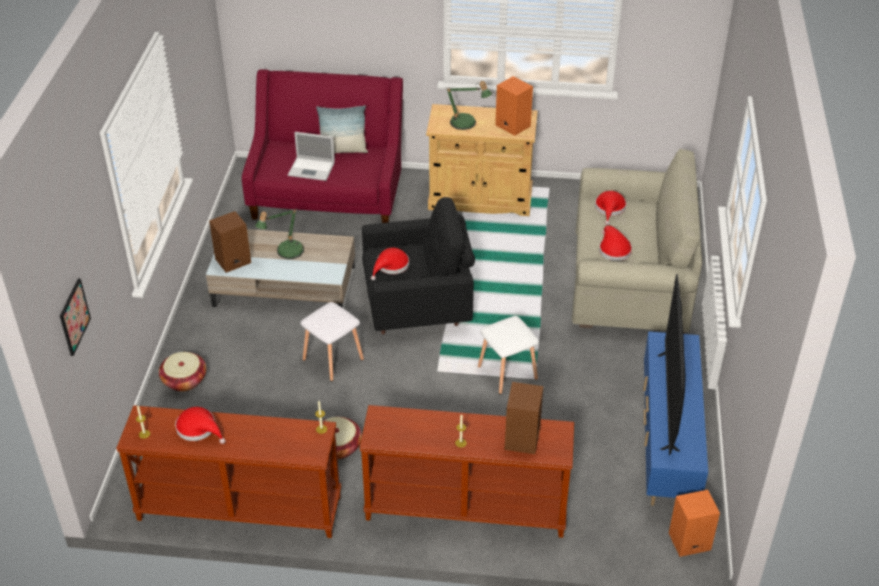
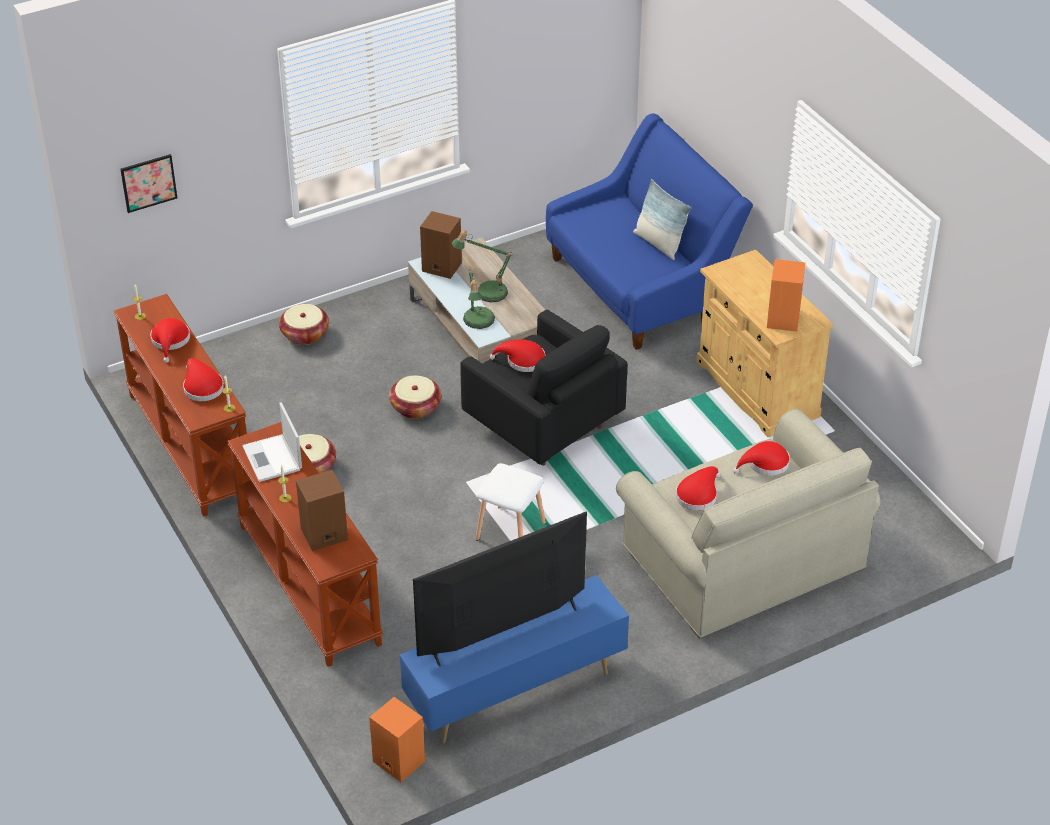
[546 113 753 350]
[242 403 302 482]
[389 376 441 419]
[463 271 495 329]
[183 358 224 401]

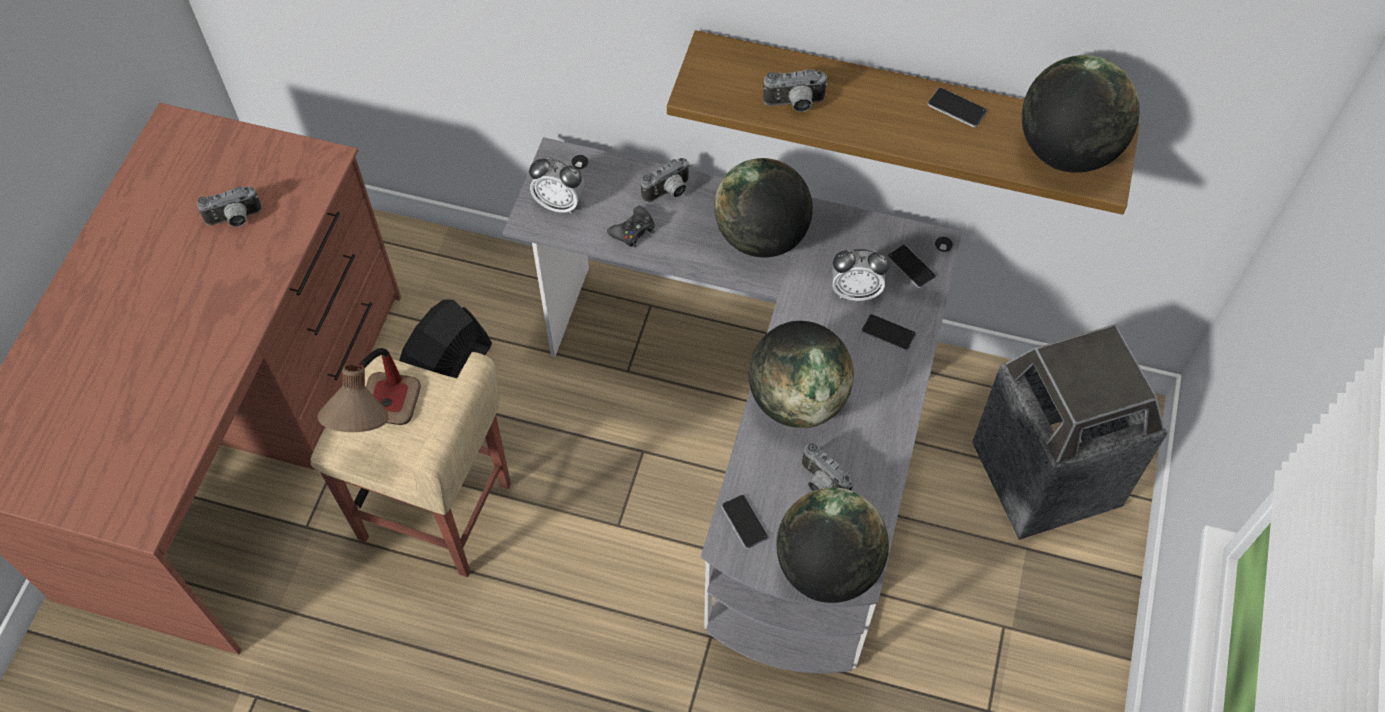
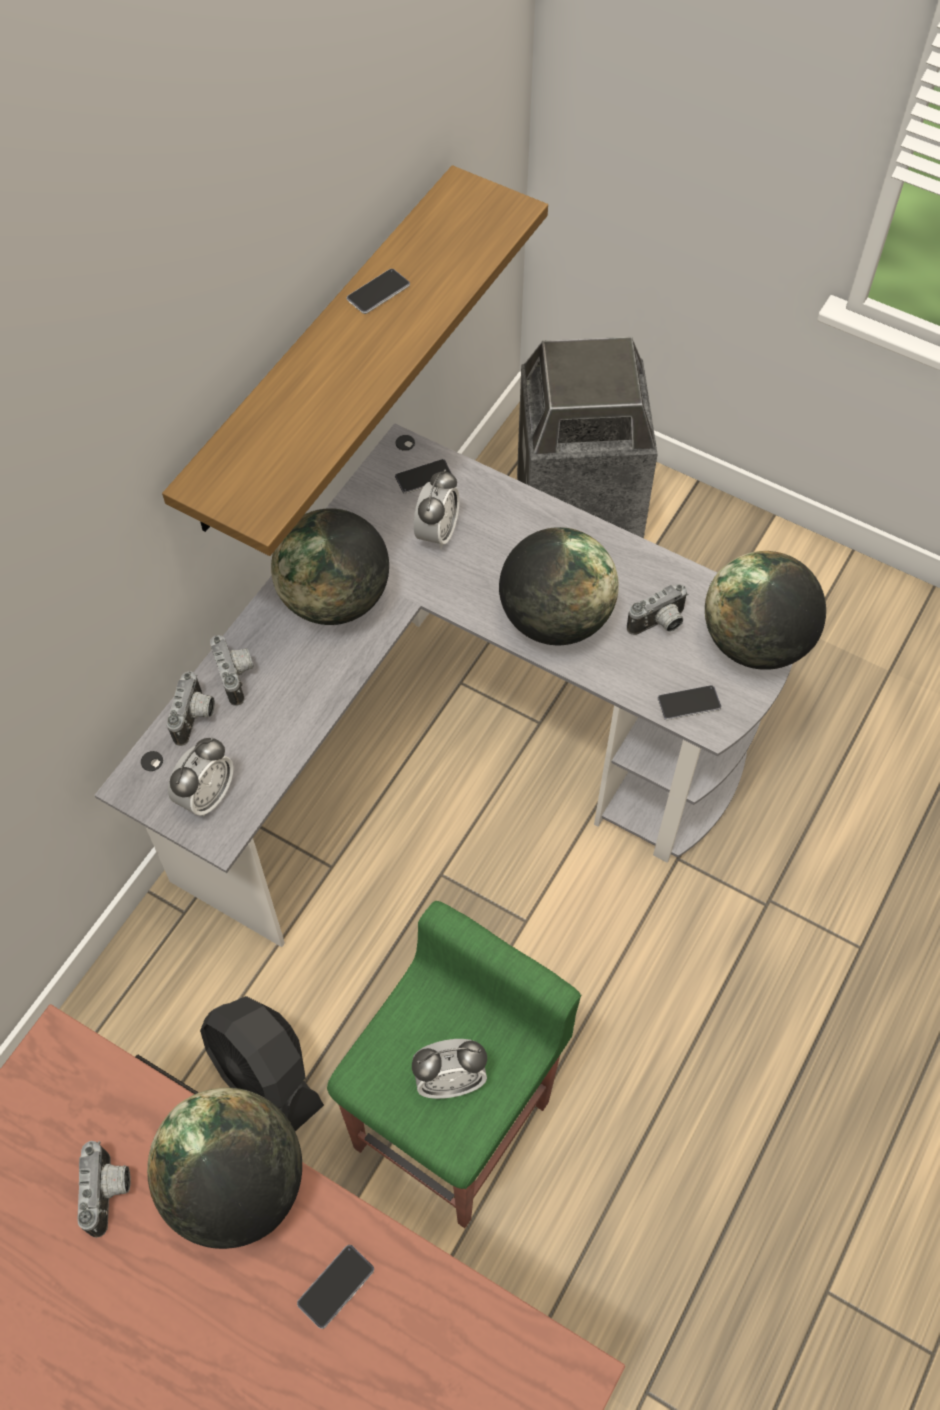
[327 901 581 1228]
[412 1039 487 1099]
[607 206 655 248] (first image)
[167 671 215 746]
[297 1245 374 1329]
[147 1088 302 1249]

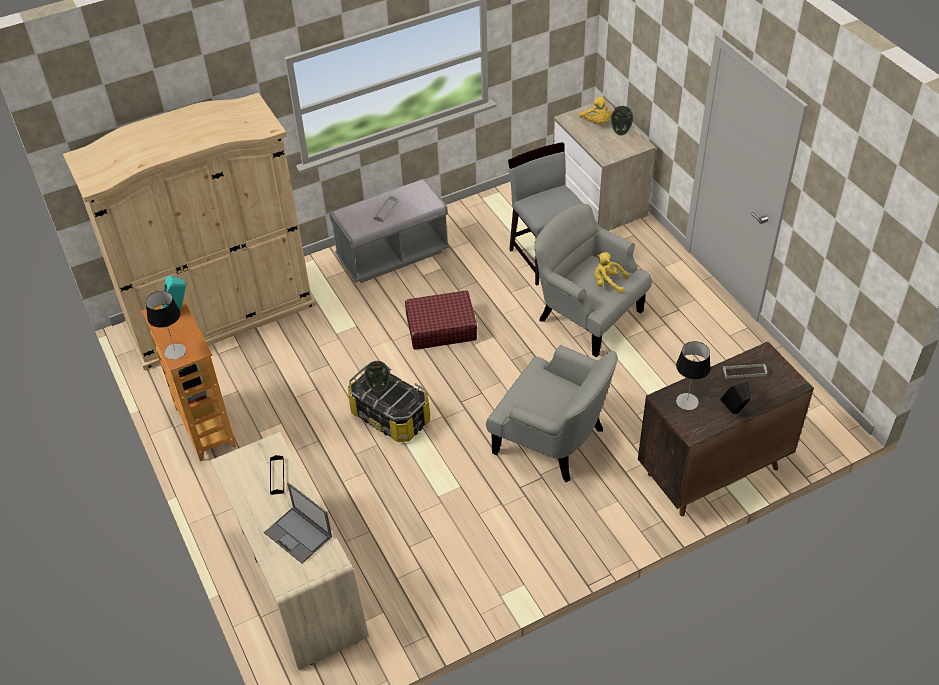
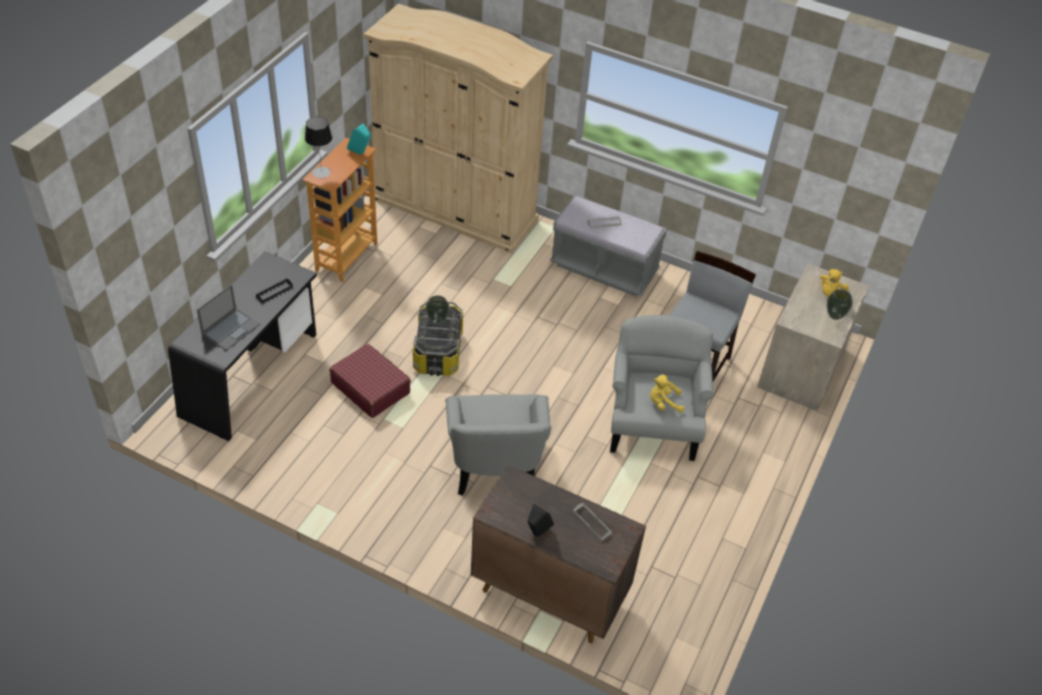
[168 251 317 441]
[197 284 260 351]
[330 344 411 418]
[650 374 684 413]
[676 341 710 410] (first image)

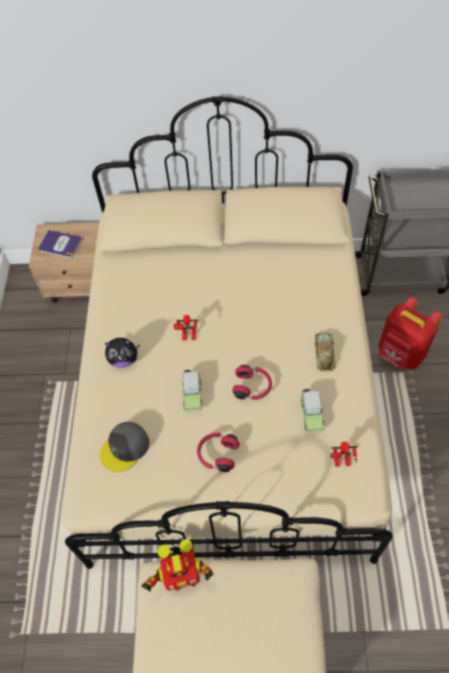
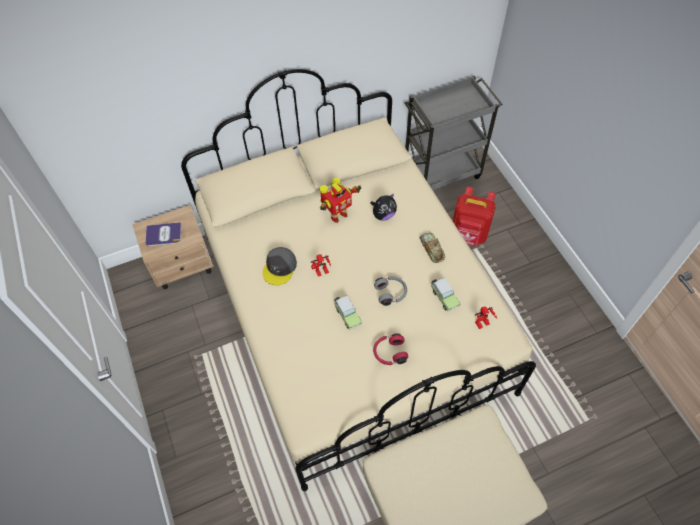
[263 247 297 285]
[370 194 397 221]
[320 178 361 223]
[374 276 407 306]

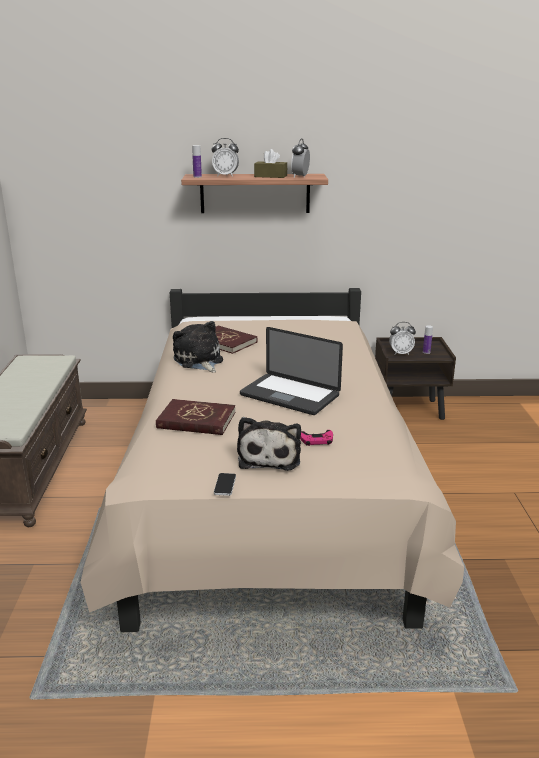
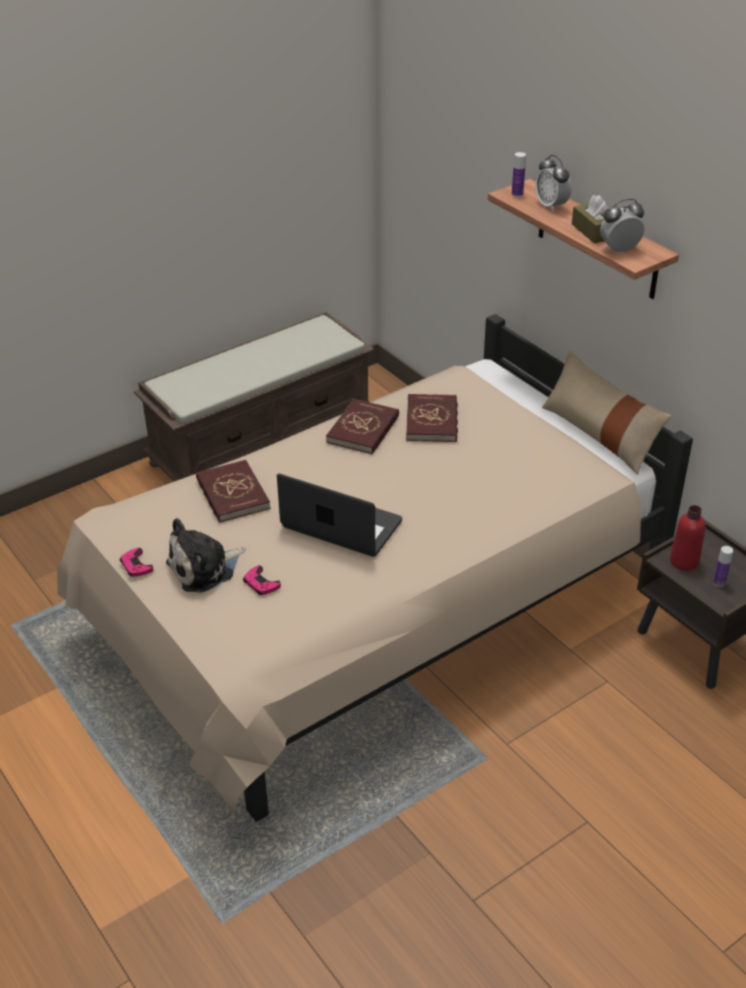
[326 399 399 454]
[120 548 153 577]
[277 474 402 557]
[670 505 706 571]
[542 351 671 475]

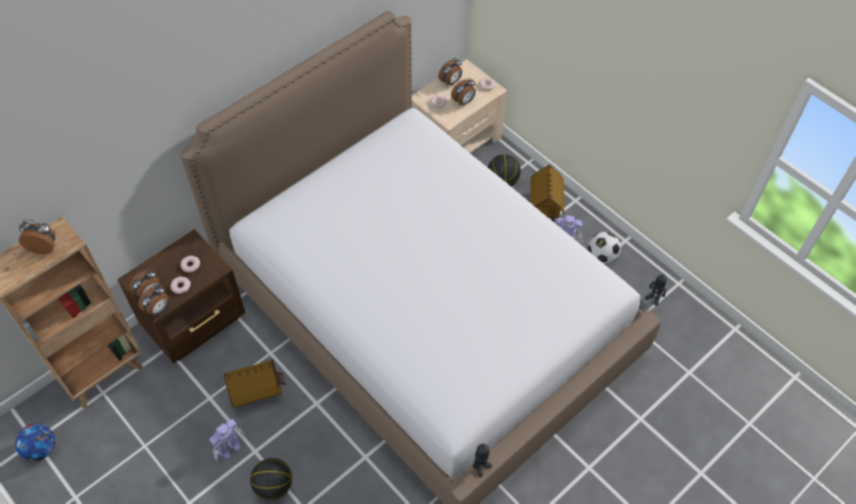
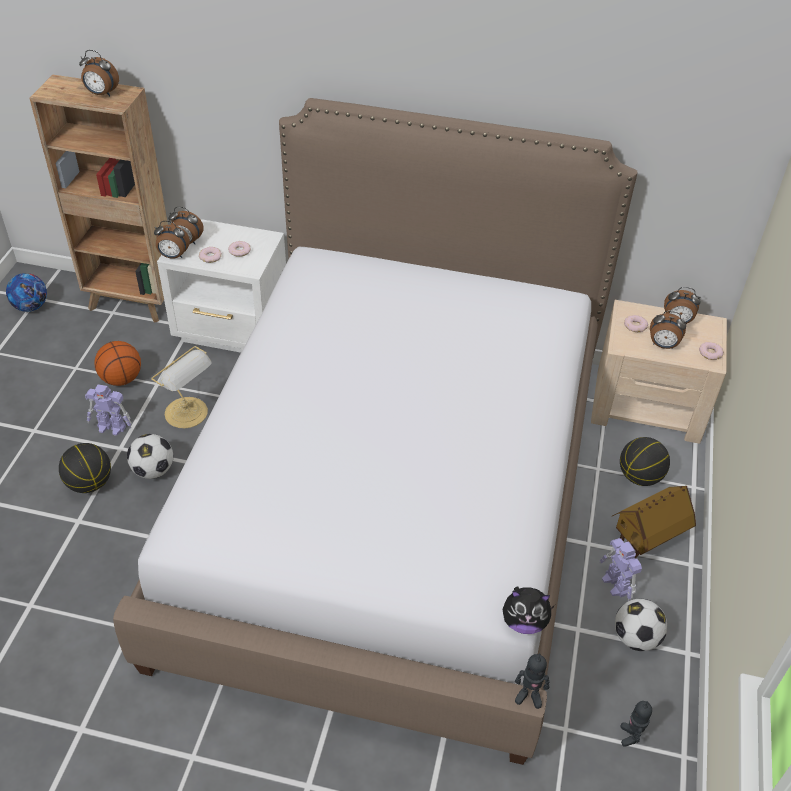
[79 50 119 96]
[157 219 286 353]
[151 346 211 428]
[515 653 550 709]
[94 341 141 386]
[127 434 174 479]
[502 586 555 634]

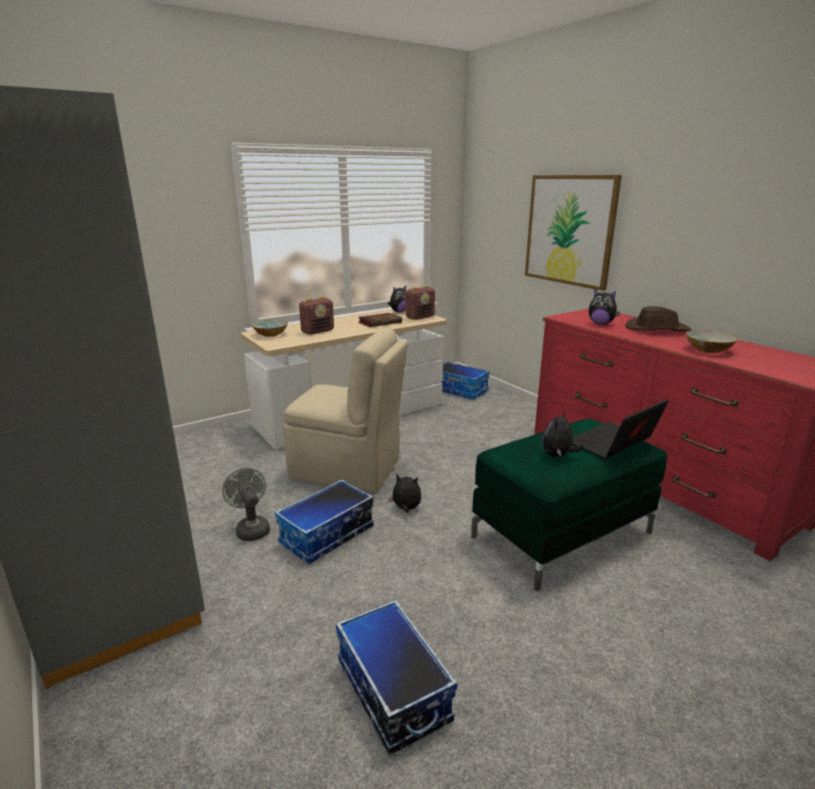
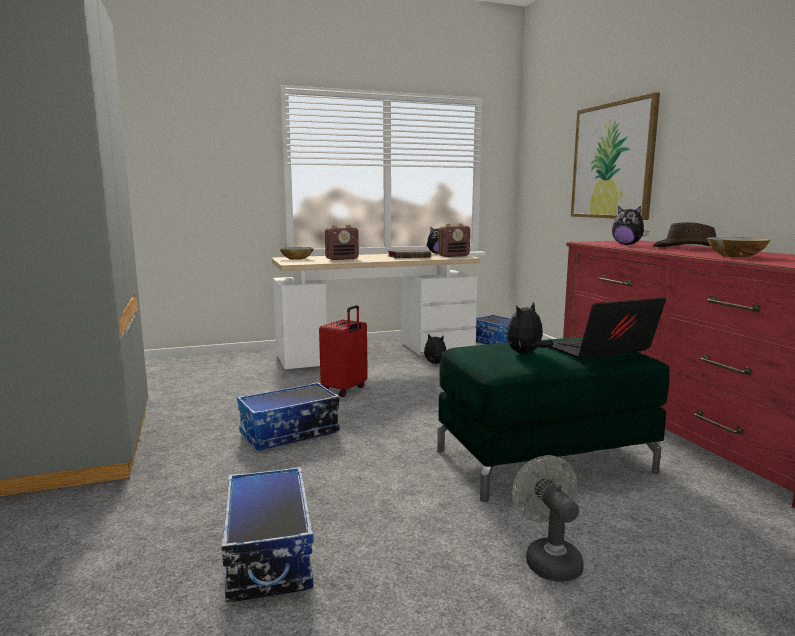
[512 455 584 582]
[319 305 368 397]
[420 334 446 364]

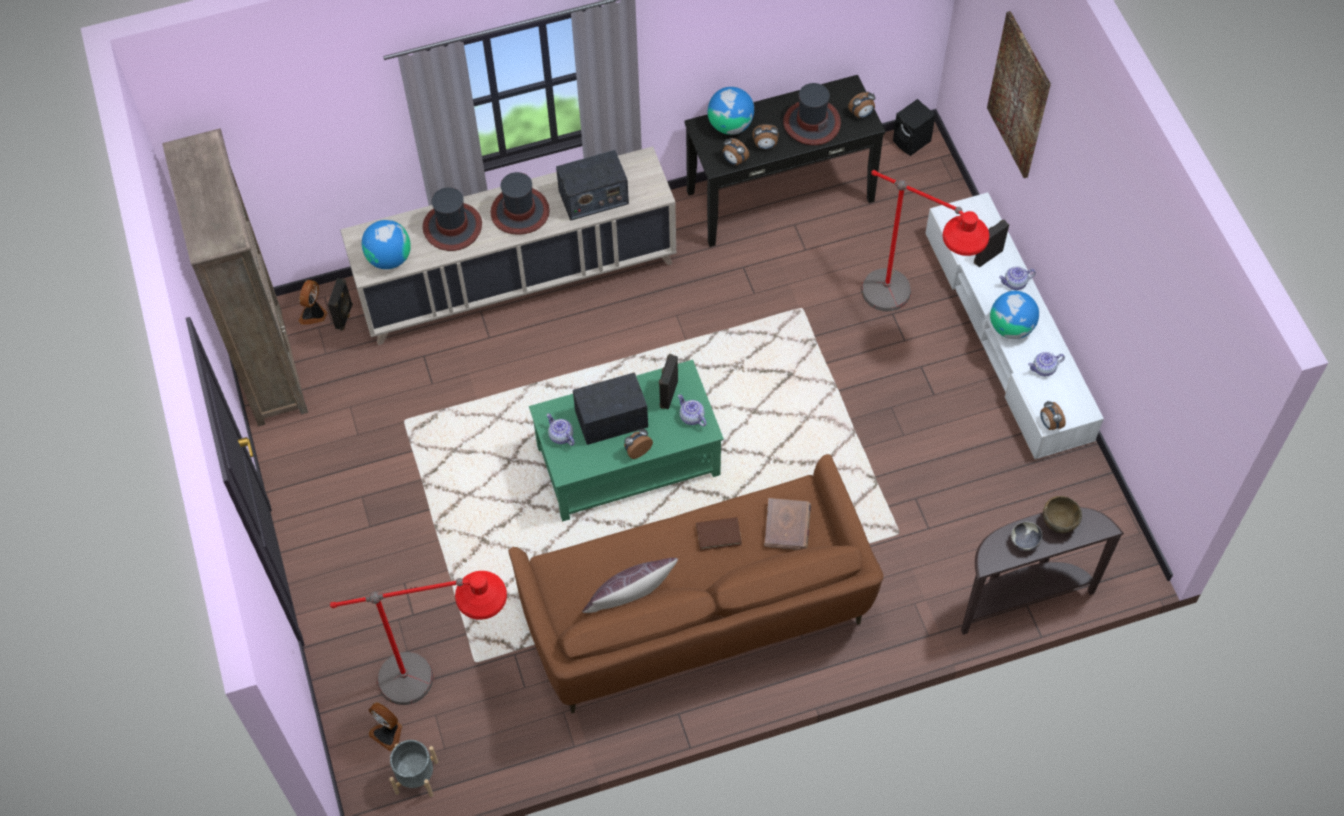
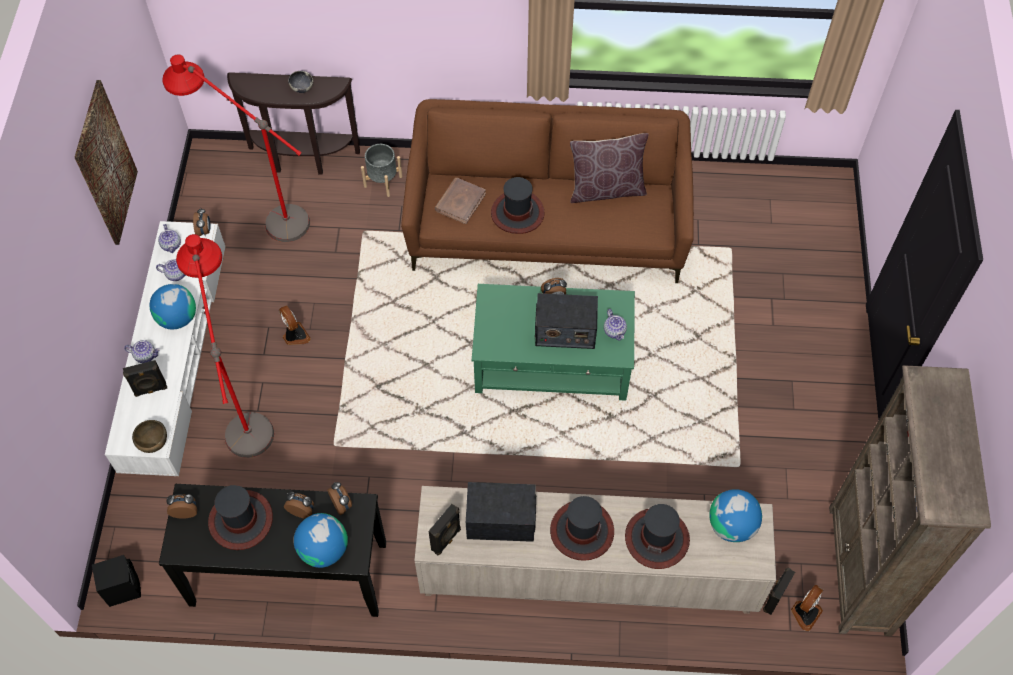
[162 54 310 242]
[279 305 311 345]
[361 144 402 197]
[429 504 461 555]
[158 224 181 253]
[491 177 545 234]
[74 80 138 245]
[132 420 167 453]

